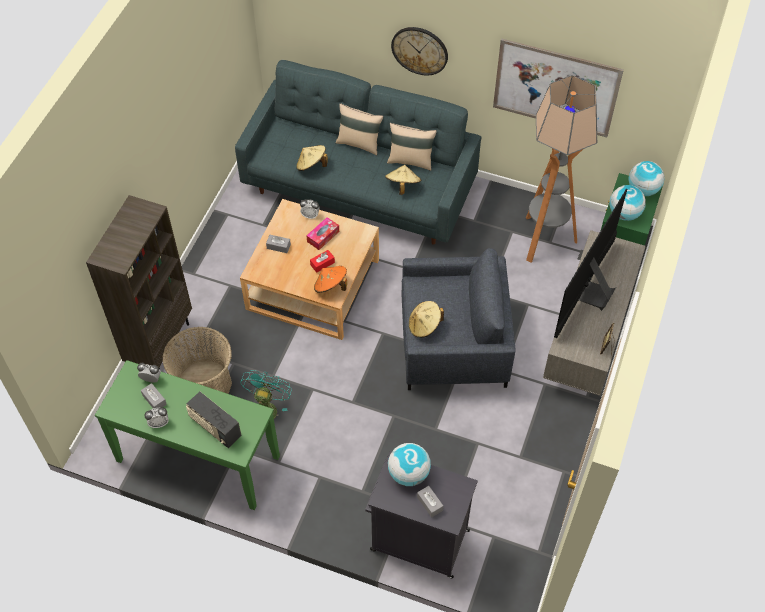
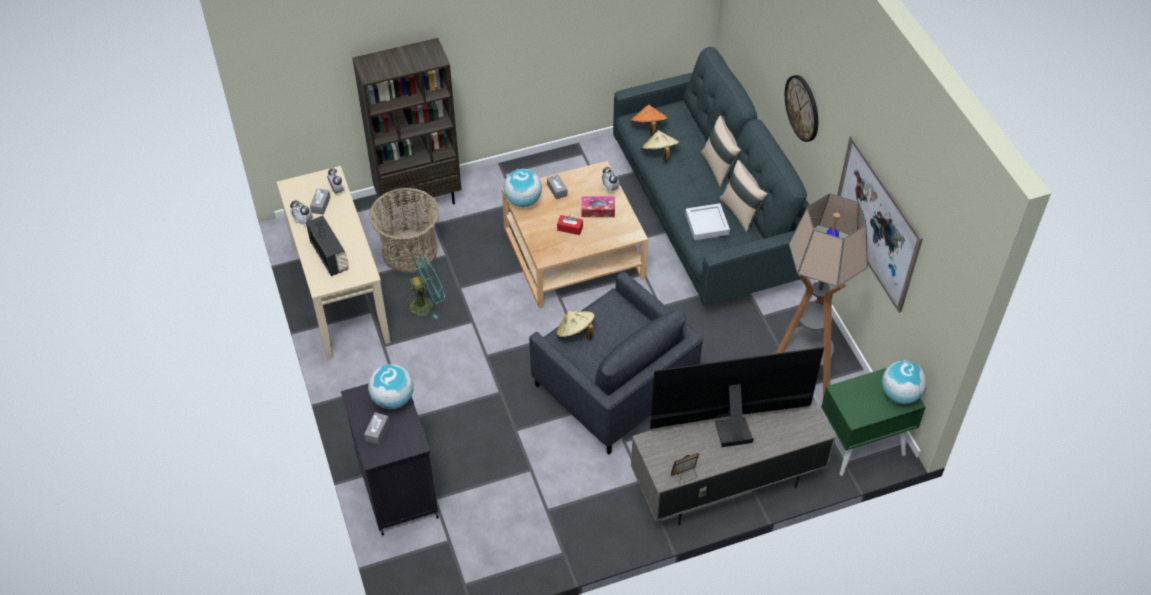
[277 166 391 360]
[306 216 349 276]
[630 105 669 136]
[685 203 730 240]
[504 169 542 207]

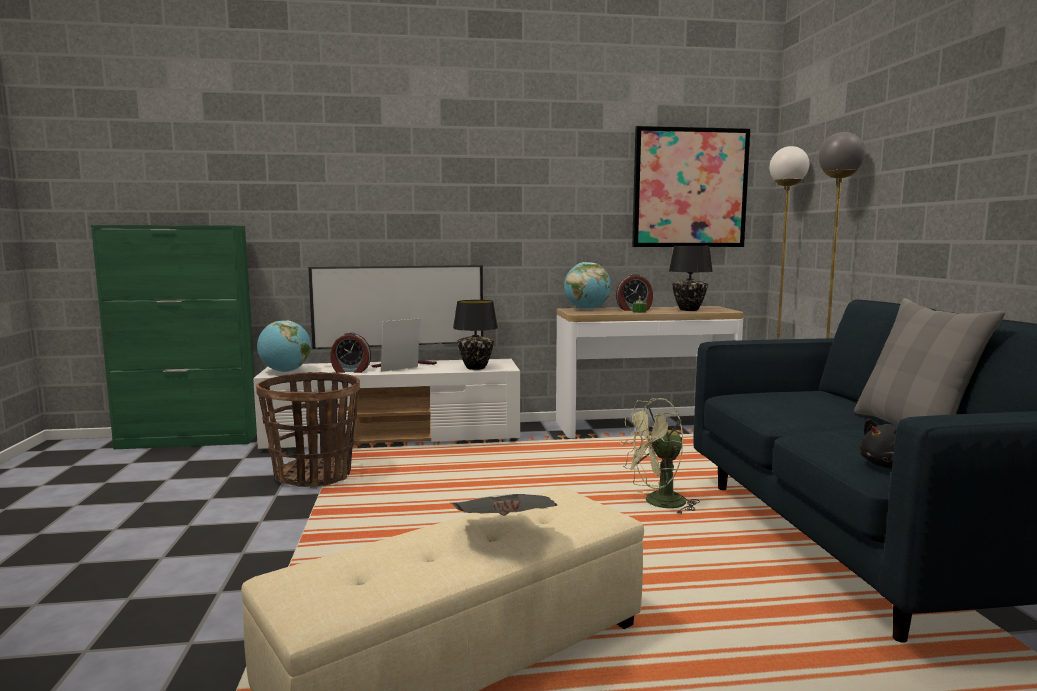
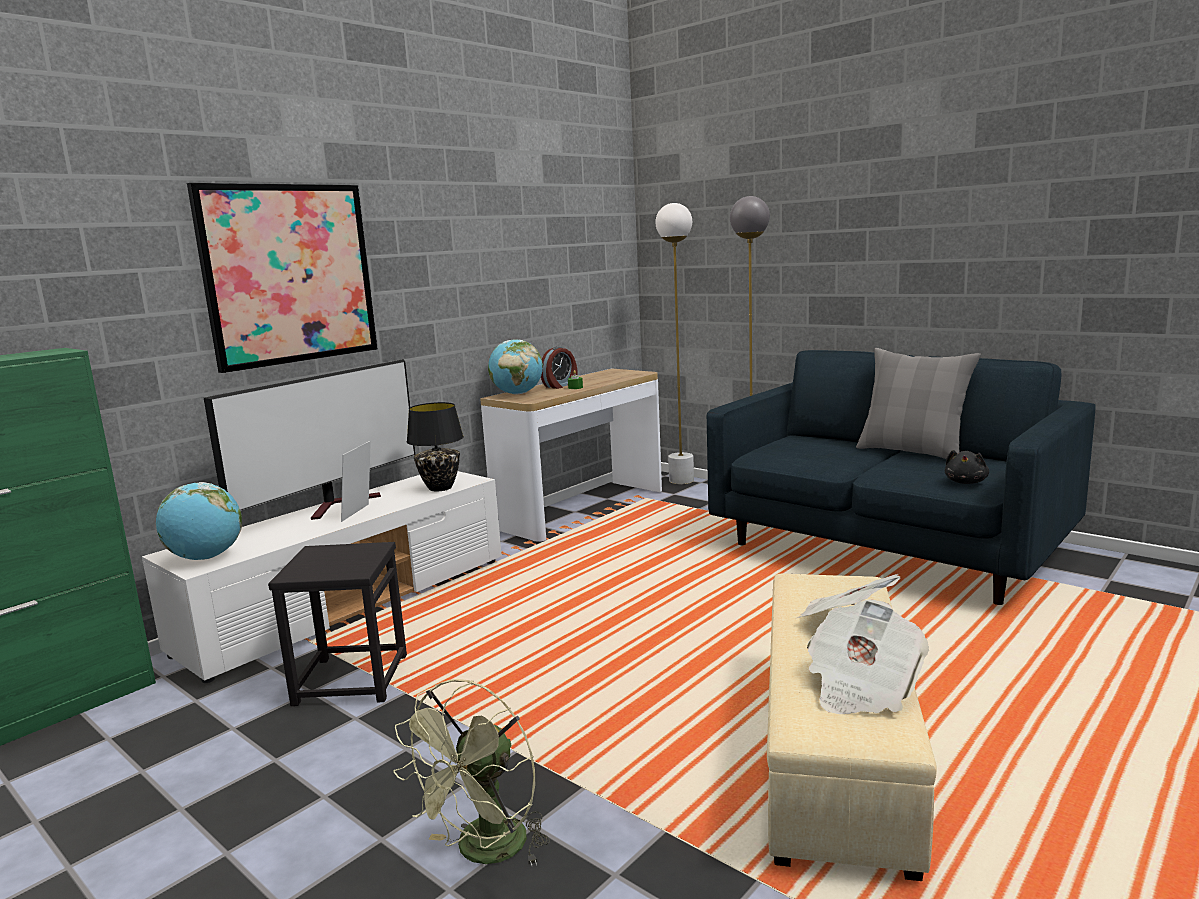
[268 542 407 706]
[330 332 371 373] (first image)
[393 679 550 866]
[187 183 378 373]
[669 246 713 311] (first image)
[807 599 929 714]

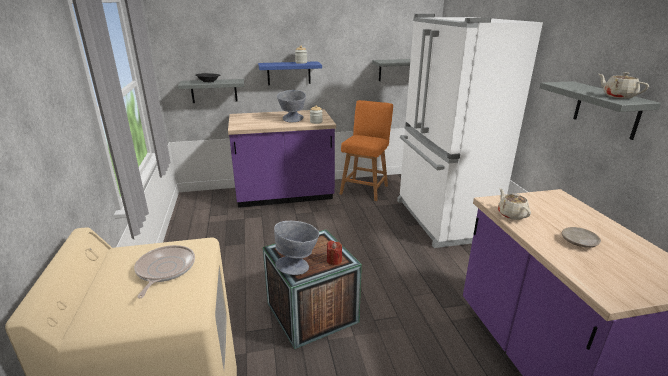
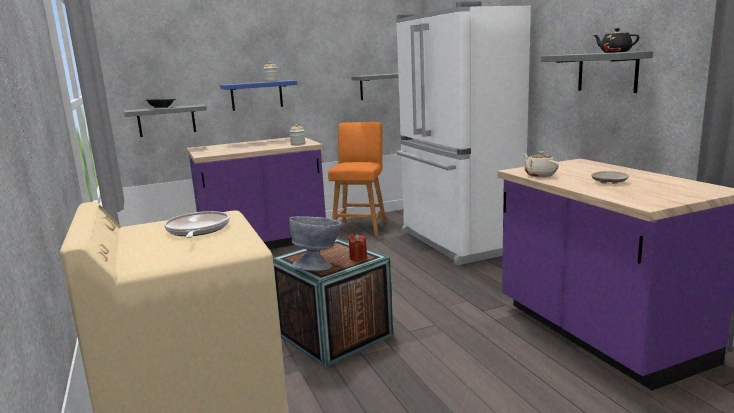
[277 90 306 122] (first image)
[593 28 639 53]

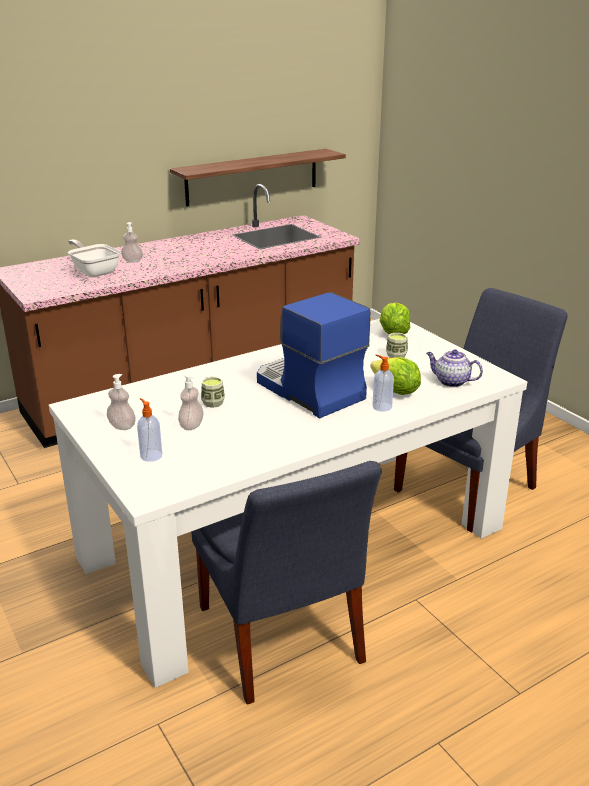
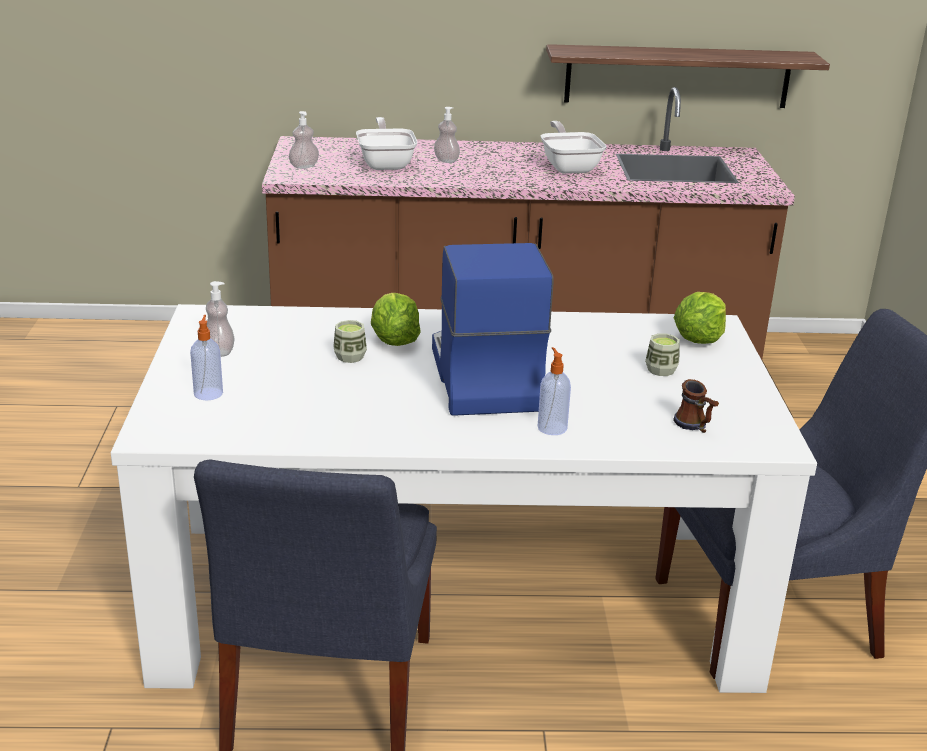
[289 111 319 169]
[371 293 421 346]
[673 379 719 433]
[541 121 607 174]

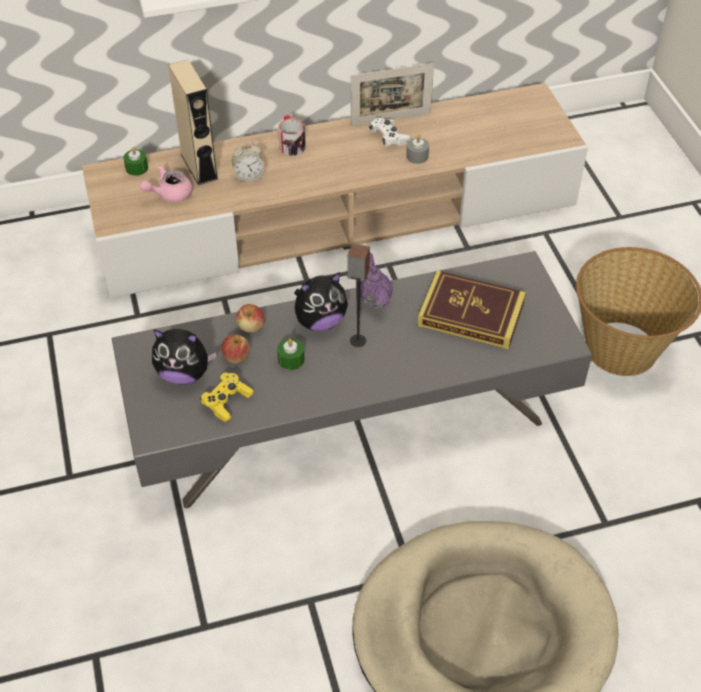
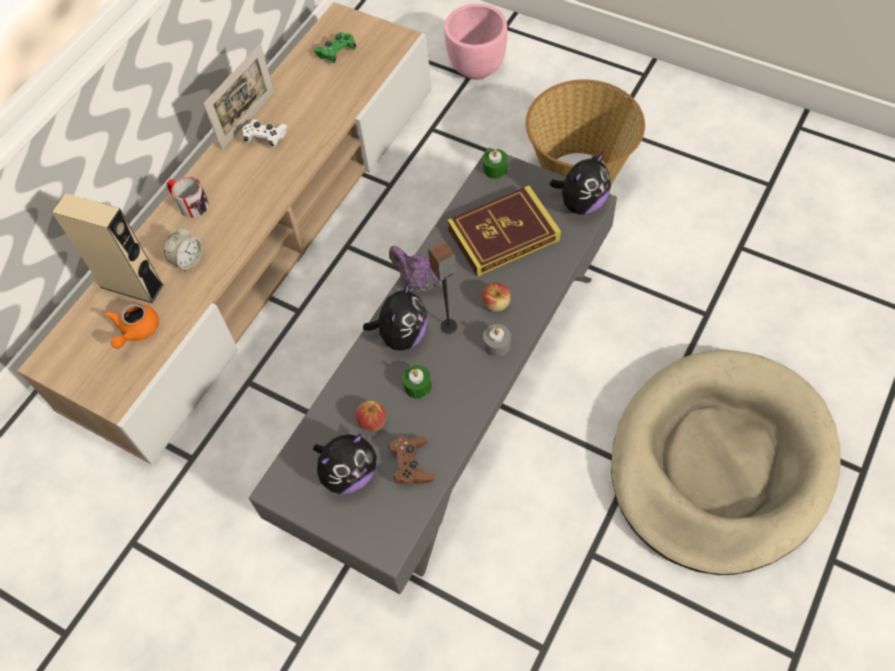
[483 149 508 179]
[105 303 159 349]
[388 436 434 484]
[482 283 511 312]
[483 324 511 357]
[314 32 356 64]
[444 4 507 80]
[550 151 611 215]

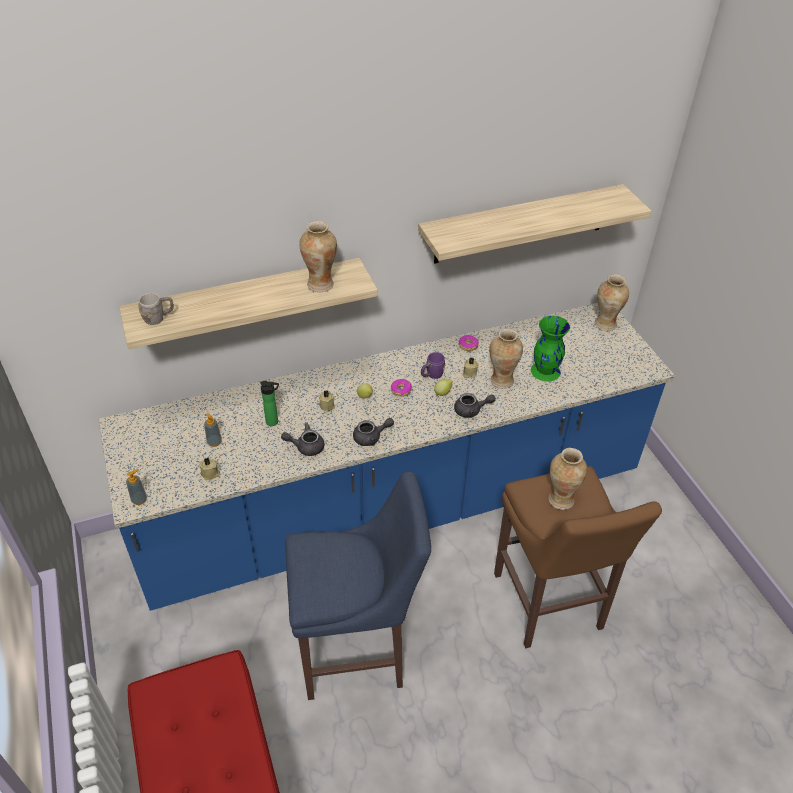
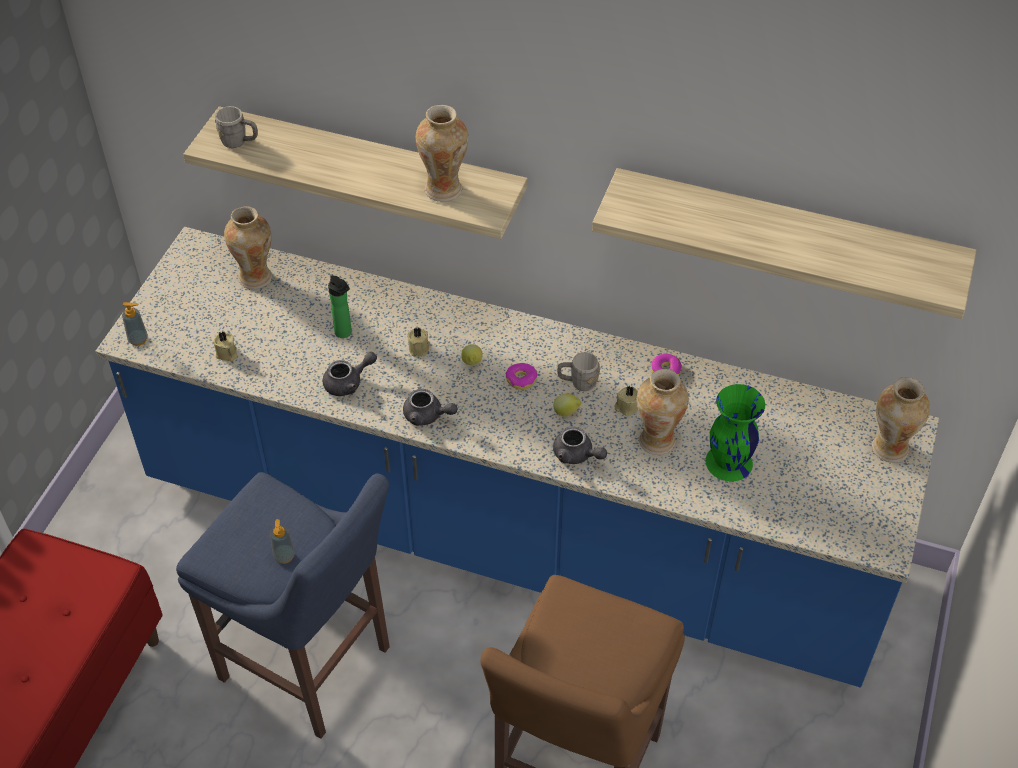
[270 519 295 564]
[323 352 377 396]
[557 352 600 391]
[224 206 272 289]

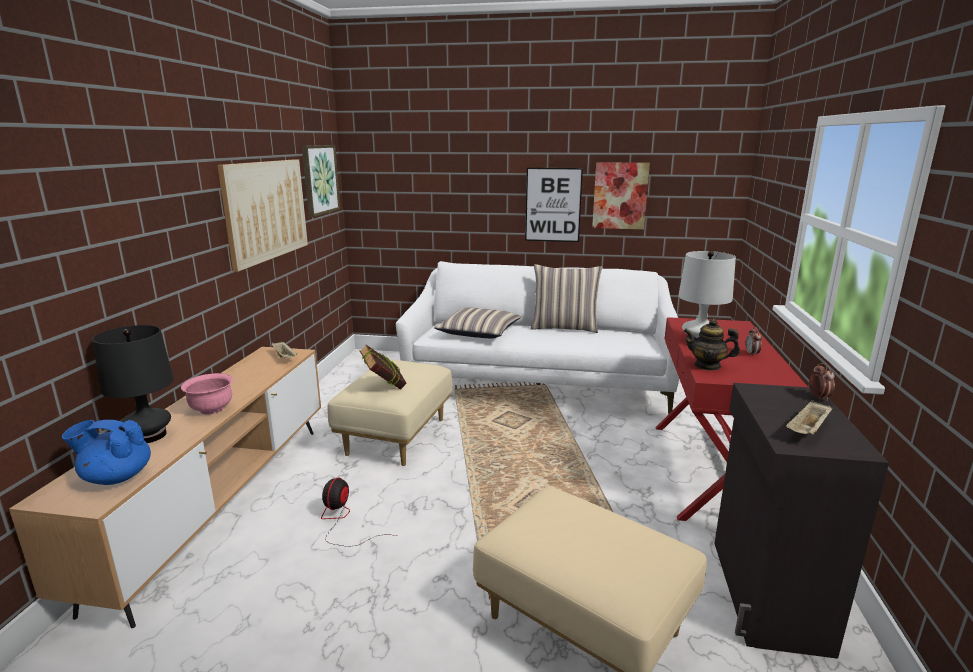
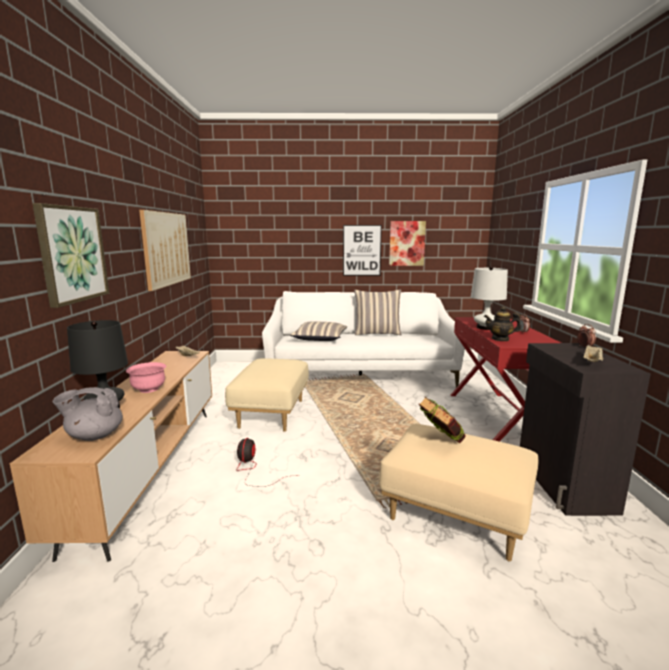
[53 387 123 441]
[33 203 109 308]
[419 397 466 443]

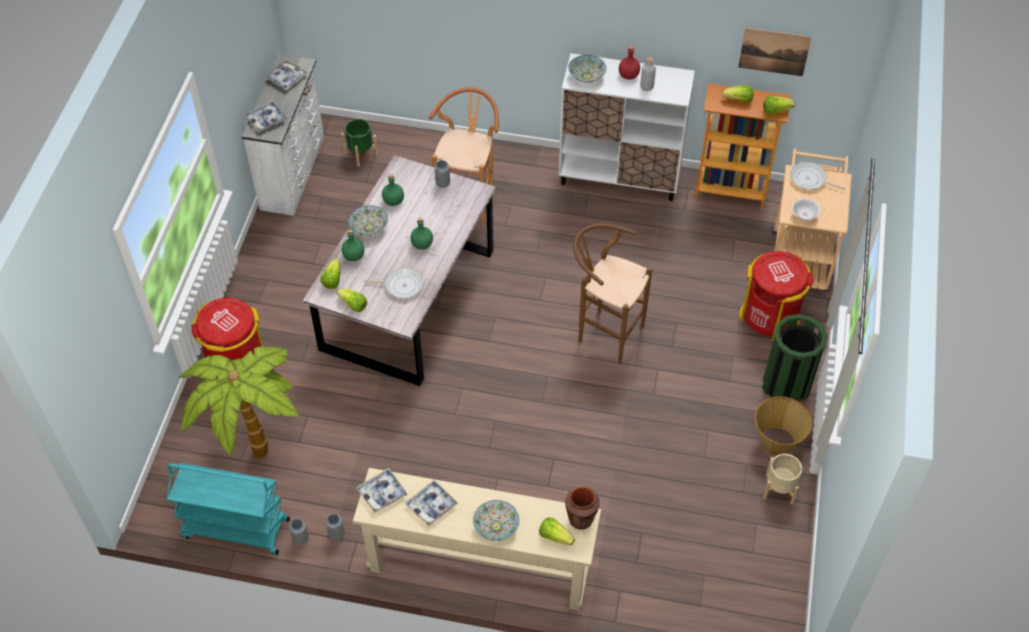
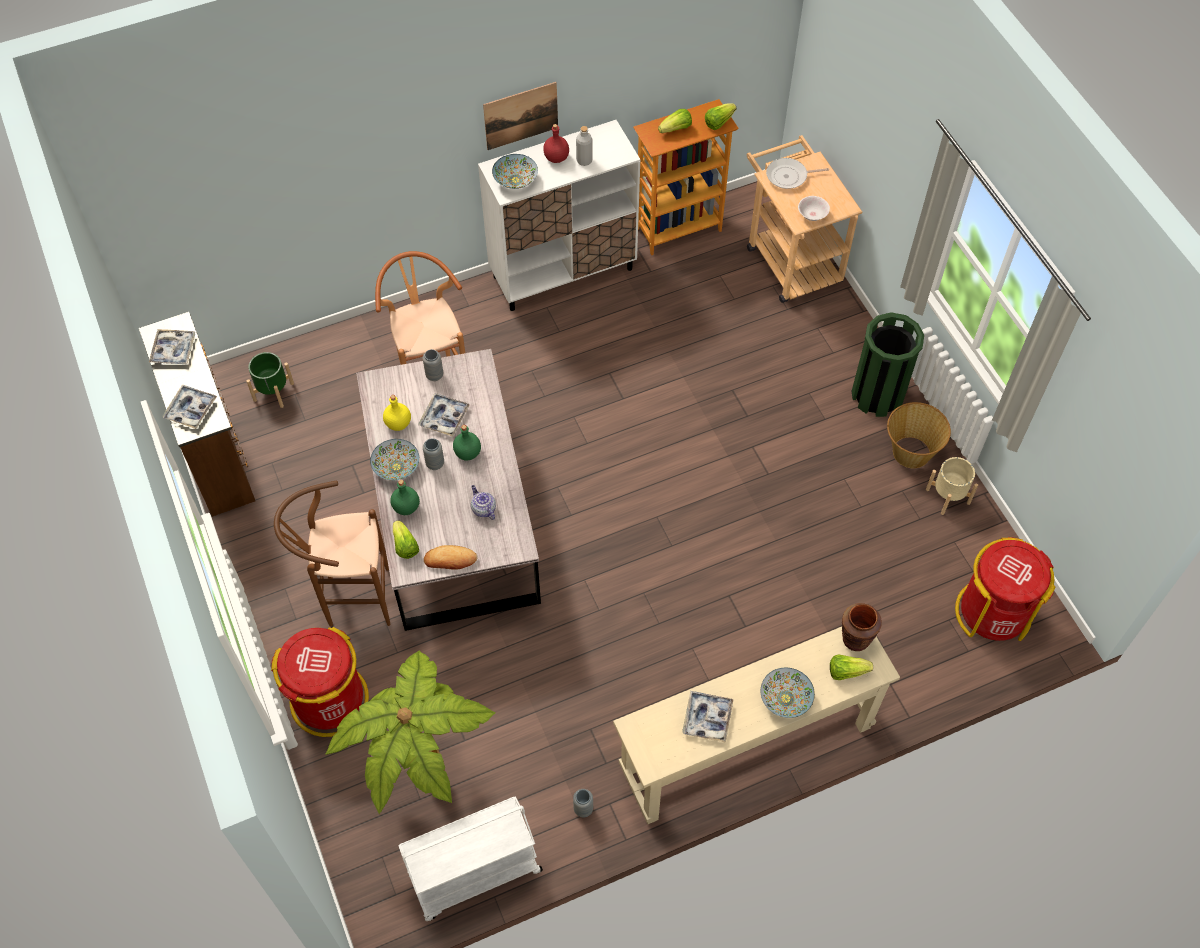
[398 797 543 921]
[139 312 255 517]
[423 438 444 470]
[424 545 478 570]
[419 393 470 437]
[471 485 496 520]
[383 395 411 431]
[274 481 390 626]
[483 82 558 150]
[955 537 1055 641]

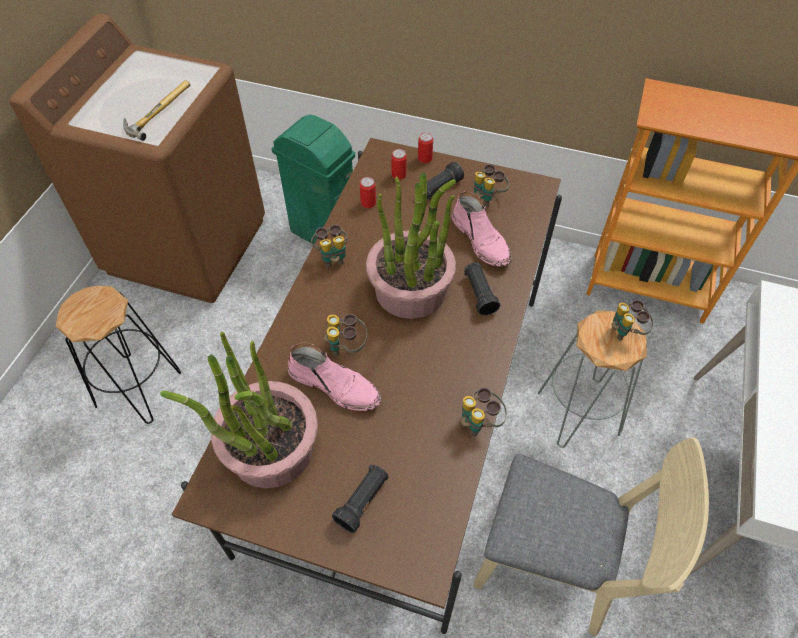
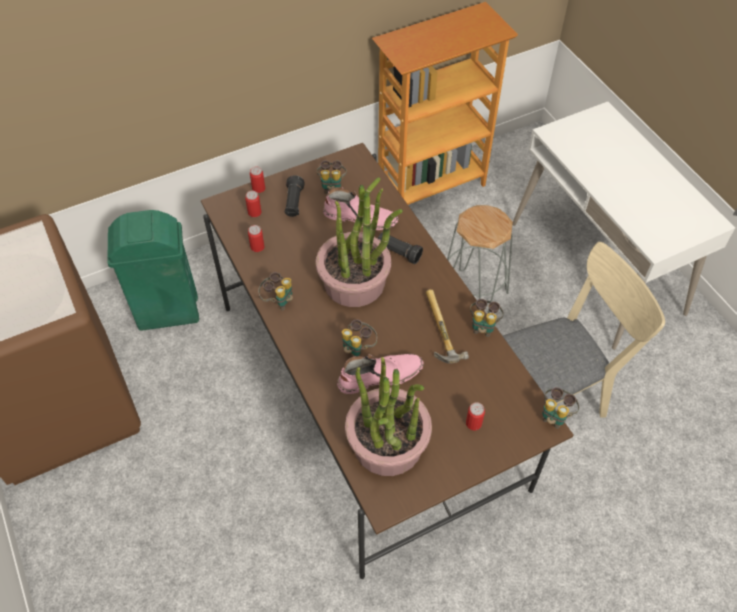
[56 286 181 424] (first image)
[426 289 469 364]
[466 402 485 430]
[542 387 579 429]

